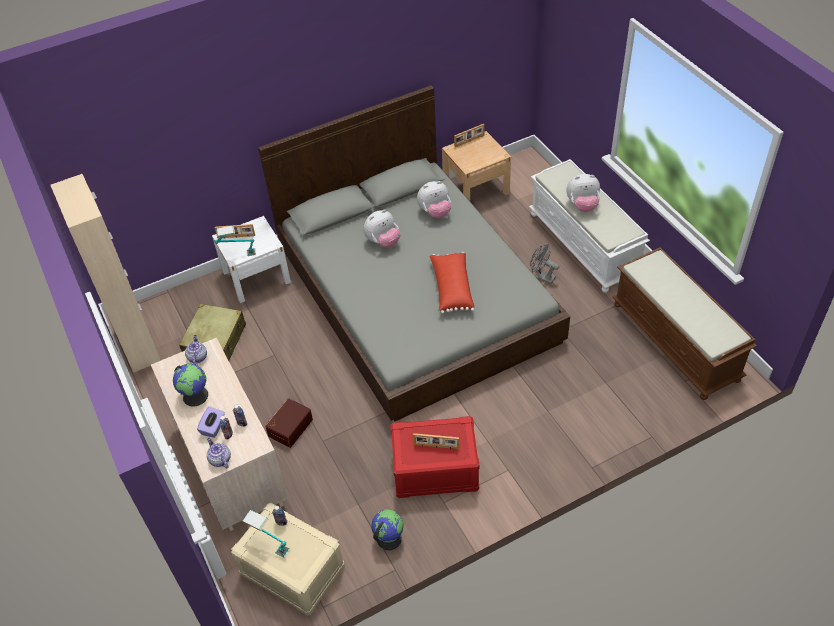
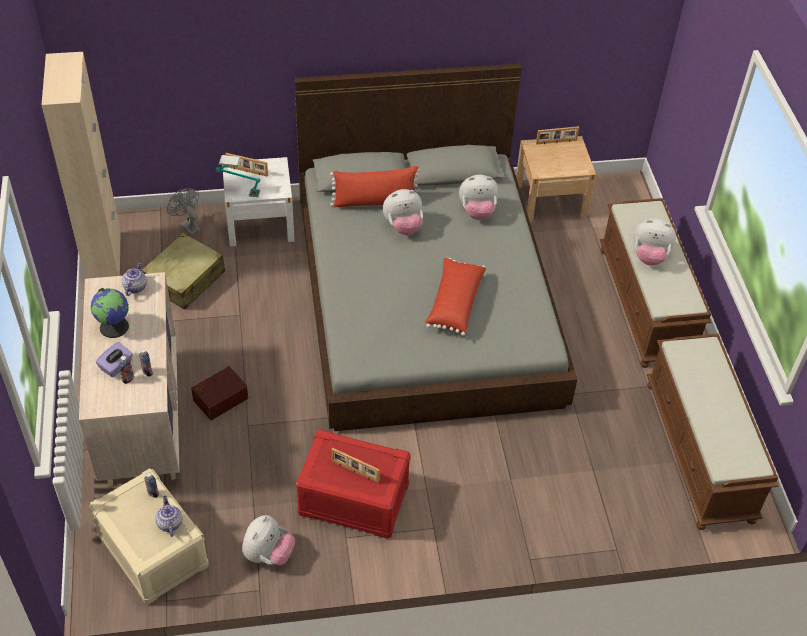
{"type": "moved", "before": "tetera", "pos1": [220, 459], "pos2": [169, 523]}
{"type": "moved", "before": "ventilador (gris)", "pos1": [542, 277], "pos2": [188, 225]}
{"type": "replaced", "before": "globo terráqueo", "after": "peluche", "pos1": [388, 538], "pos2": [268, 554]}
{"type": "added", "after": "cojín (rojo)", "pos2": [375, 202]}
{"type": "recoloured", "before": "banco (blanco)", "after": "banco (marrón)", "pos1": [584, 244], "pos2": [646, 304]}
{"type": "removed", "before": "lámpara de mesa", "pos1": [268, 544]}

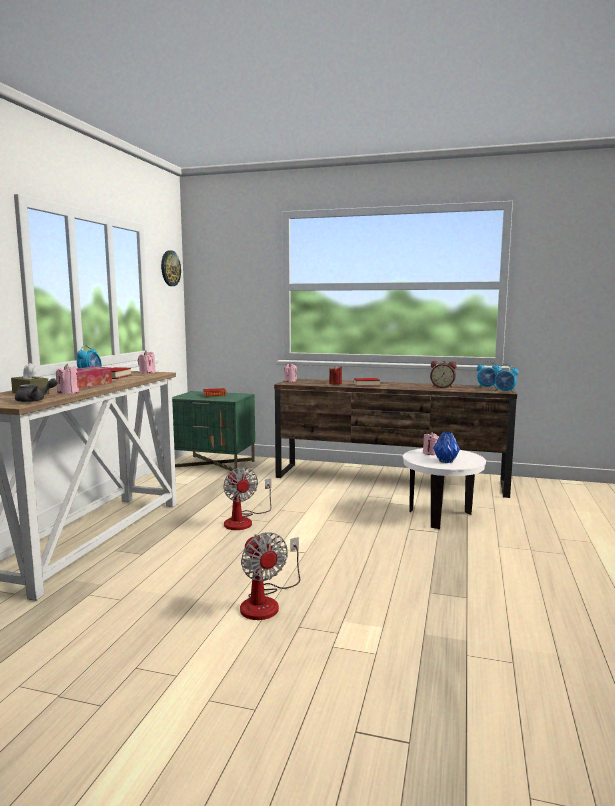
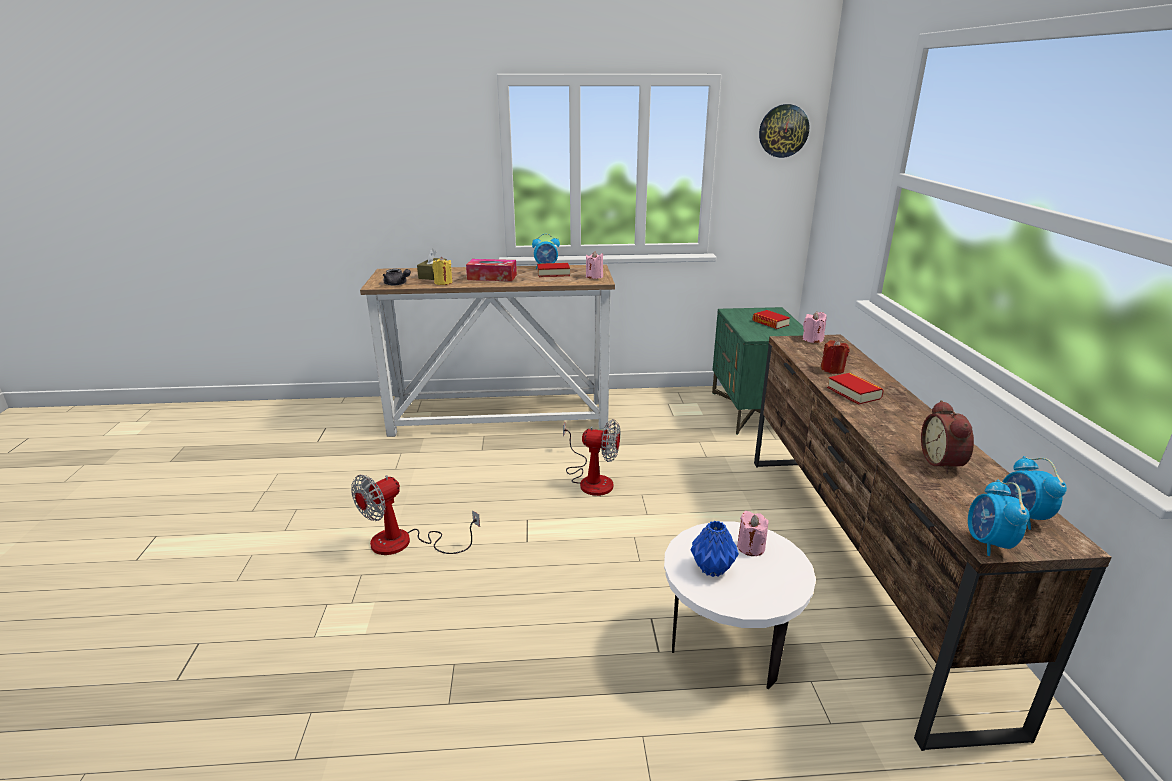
{"type": "recoloured", "before": "vela (rosa)", "after": "vela (amarillo)", "pos1": [68, 392], "pos2": [443, 282]}
{"type": "turned", "before": "ventilador", "pos1": [244, 521], "pos2": [591, 479], "turn": -120}

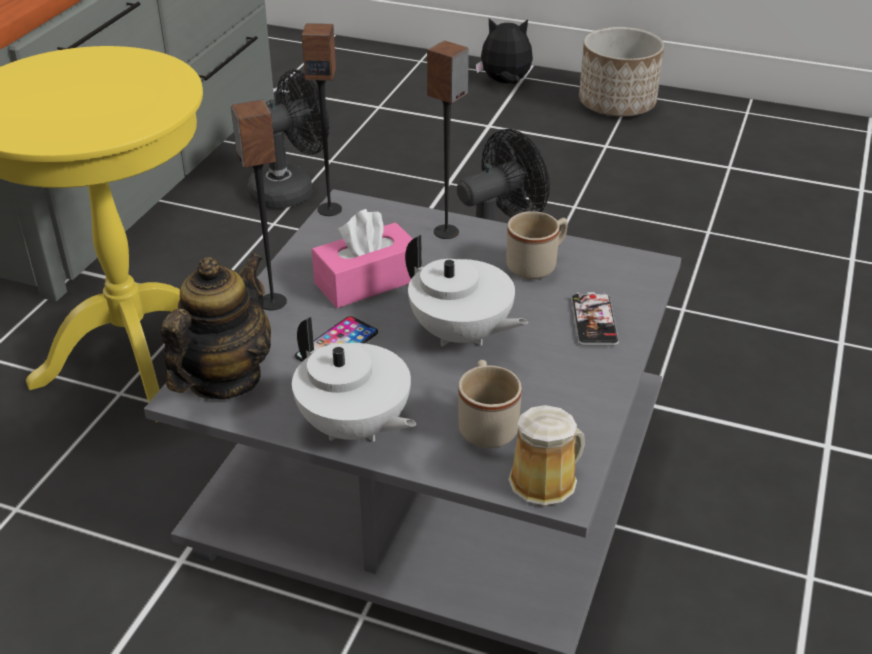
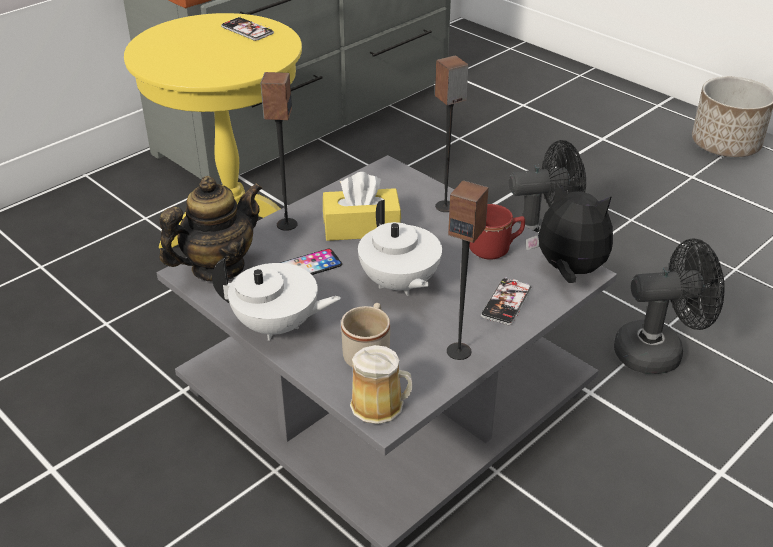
{"type": "turned", "before": "tetera (blanco)", "pos1": [354, 427], "pos2": [277, 326], "turn": -60}
{"type": "added", "after": "móvil", "pos2": [247, 30]}
{"type": "recoloured", "before": "caja de pañuelos (rosa)", "after": "caja de pañuelos (amarillo)", "pos1": [367, 281], "pos2": [361, 227]}
{"type": "moved", "before": "altavoz", "pos1": [329, 209], "pos2": [459, 351]}
{"type": "recoloured", "before": "taza grande (beis)", "after": "taza grande (rojo)", "pos1": [537, 265], "pos2": [495, 249]}
{"type": "moved", "before": "peluche", "pos1": [505, 83], "pos2": [568, 271]}
{"type": "moved", "before": "ventilador (negro)", "pos1": [291, 190], "pos2": [658, 351]}

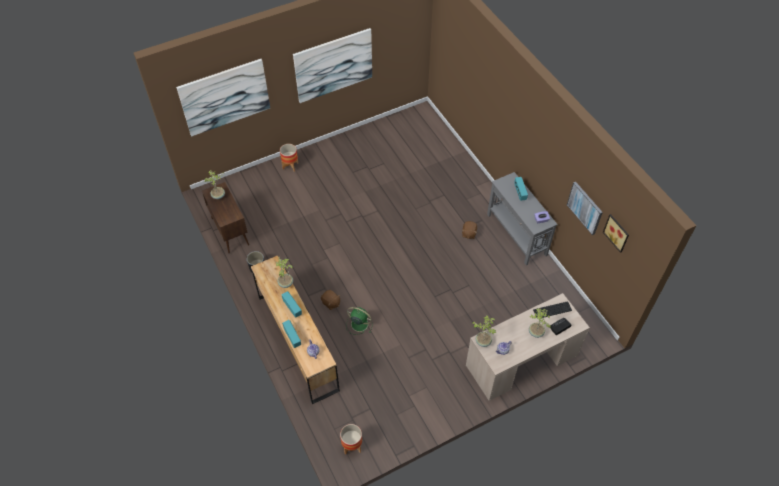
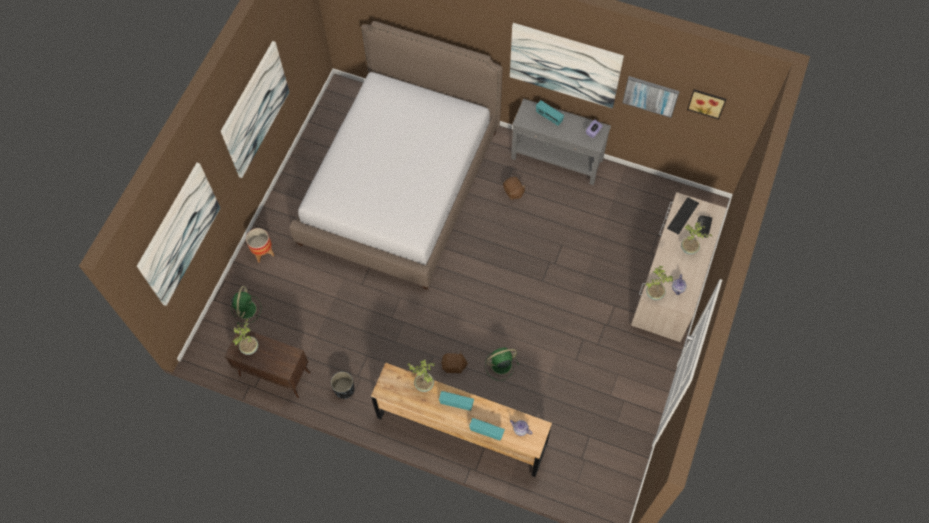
{"type": "added", "after": "ventilador (verde)", "pos2": [246, 308]}
{"type": "added", "after": "cama", "pos2": [400, 186]}
{"type": "added", "after": "cuadro", "pos2": [564, 65]}
{"type": "removed", "before": "maceta", "pos1": [352, 446]}

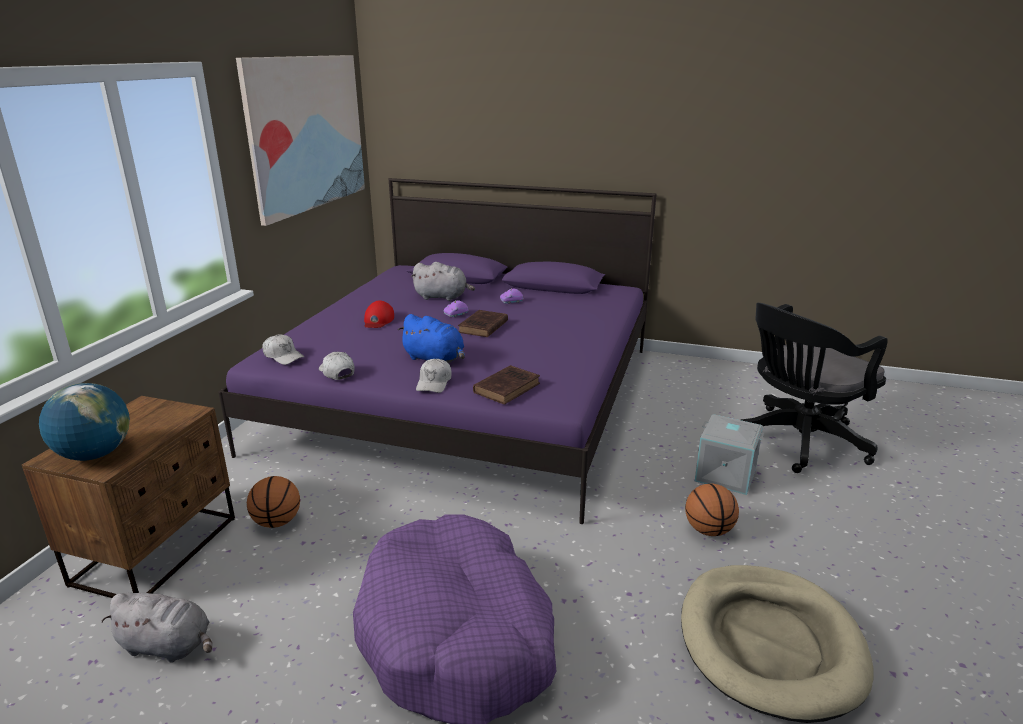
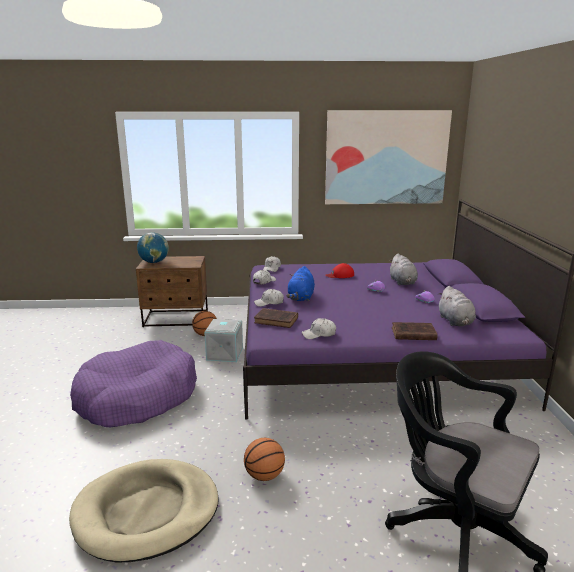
{"type": "moved", "before": "caja de almacenaje (gris)", "pos1": [724, 475], "pos2": [224, 353]}
{"type": "added", "after": "gorra (blanco)", "pos2": [319, 334]}
{"type": "moved", "before": "libro (marrón)", "pos1": [482, 327], "pos2": [412, 334]}
{"type": "moved", "before": "peluche (gris)", "pos1": [169, 646], "pos2": [455, 322]}

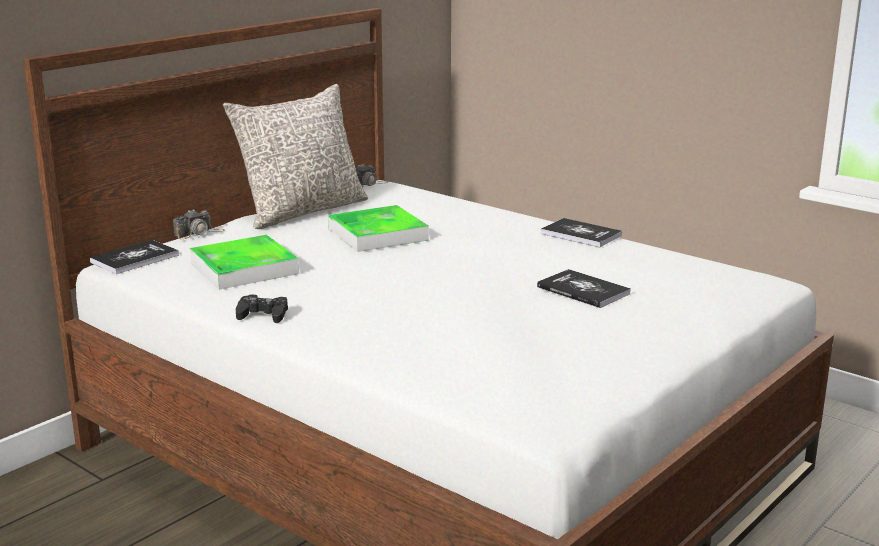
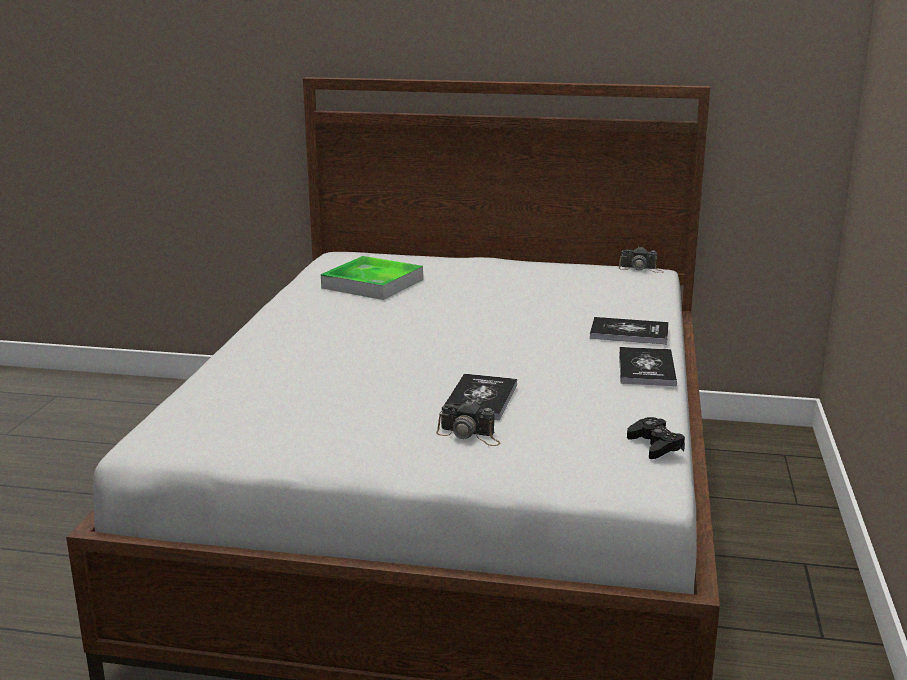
{"type": "moved", "before": "cámara", "pos1": [199, 233], "pos2": [469, 435]}
{"type": "moved", "before": "libro", "pos1": [135, 259], "pos2": [629, 332]}
{"type": "moved", "before": "mando de consola (negro)", "pos1": [263, 315], "pos2": [655, 445]}
{"type": "removed", "before": "cojín (gris)", "pos1": [302, 211]}
{"type": "removed", "before": "bandeja", "pos1": [378, 234]}

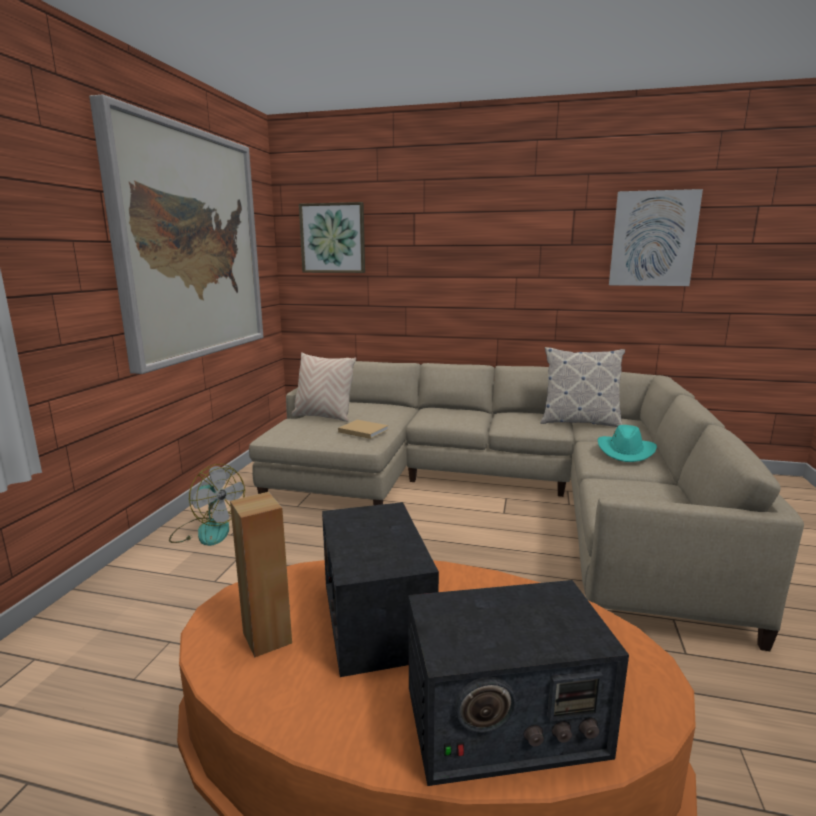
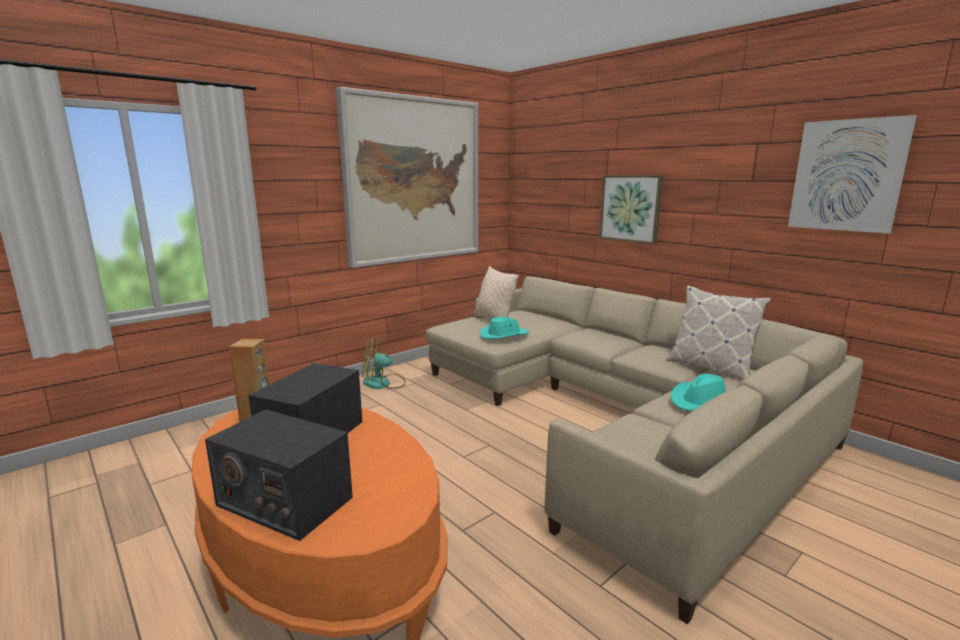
{"type": "turned", "before": "ventilador", "pos1": [207, 530], "pos2": [383, 383], "turn": 105}
{"type": "replaced", "before": "libro (beis)", "after": "sombrero (turquesa)", "pos1": [362, 430], "pos2": [504, 335]}
{"type": "moved", "before": "cuadro", "pos1": [333, 238], "pos2": [630, 208]}

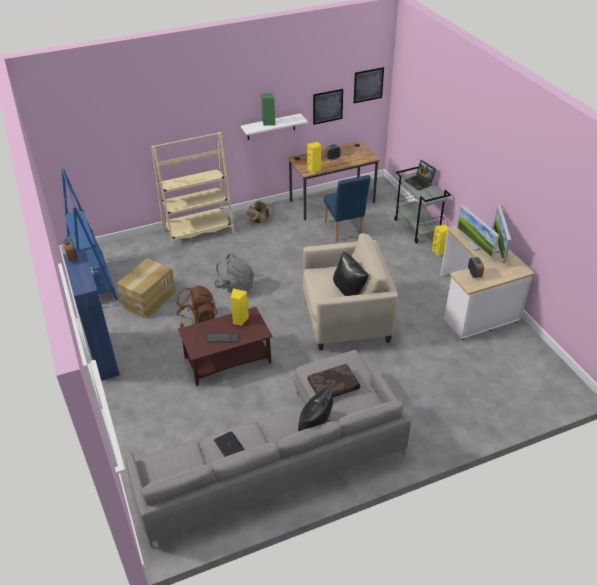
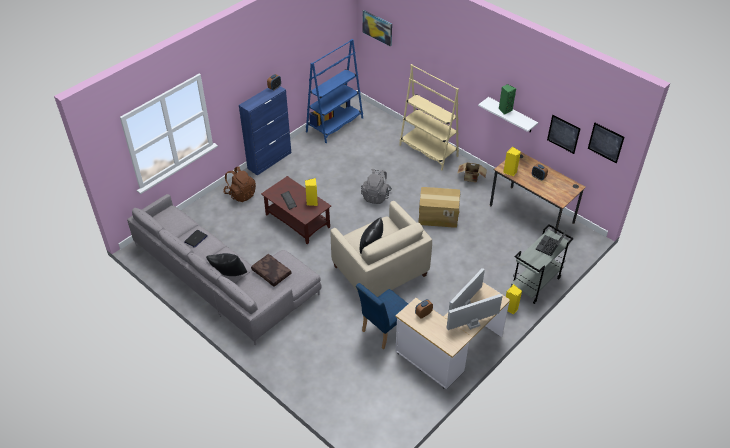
{"type": "moved", "before": "mochila (marrón)", "pos1": [197, 320], "pos2": [240, 194]}
{"type": "moved", "before": "silla (azul)", "pos1": [344, 230], "pos2": [383, 331]}
{"type": "added", "after": "cuadro", "pos2": [377, 27]}
{"type": "moved", "before": "caja de cartón", "pos1": [149, 299], "pos2": [438, 216]}

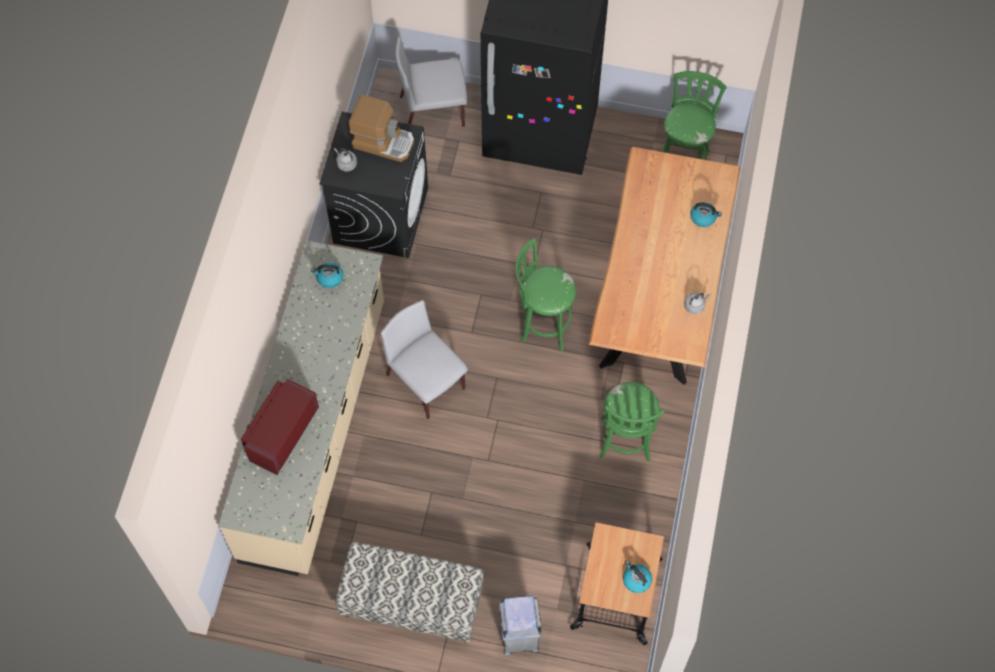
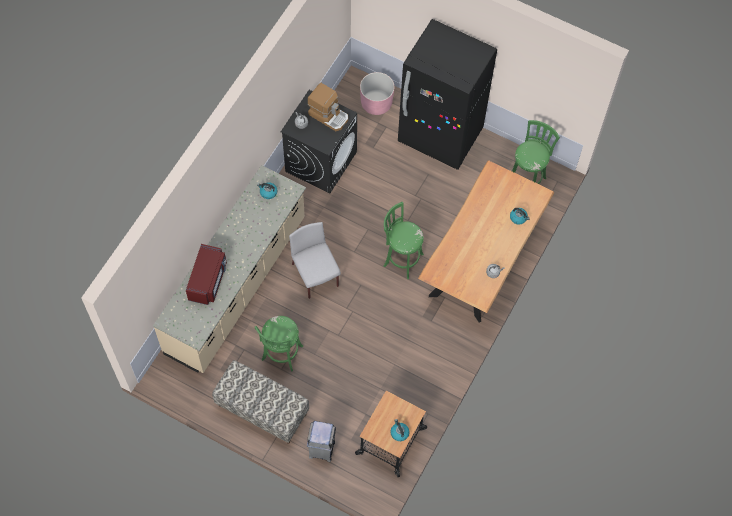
{"type": "turned", "before": "microondas (rojo)", "pos1": [281, 433], "pos2": [208, 280], "turn": 150}
{"type": "moved", "before": "taburete (verde)", "pos1": [625, 442], "pos2": [281, 355]}
{"type": "replaced", "before": "silla (gris)", "after": "maceta (rosa)", "pos1": [433, 111], "pos2": [376, 103]}

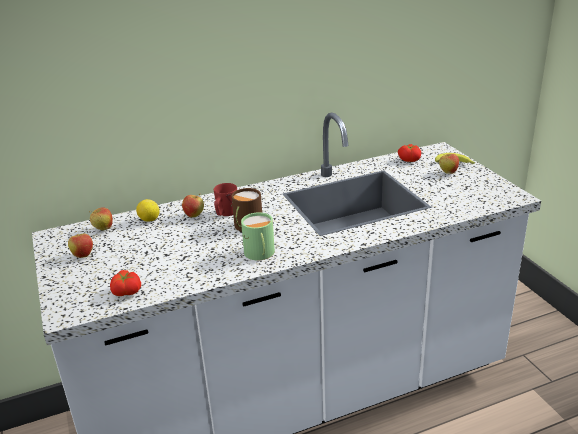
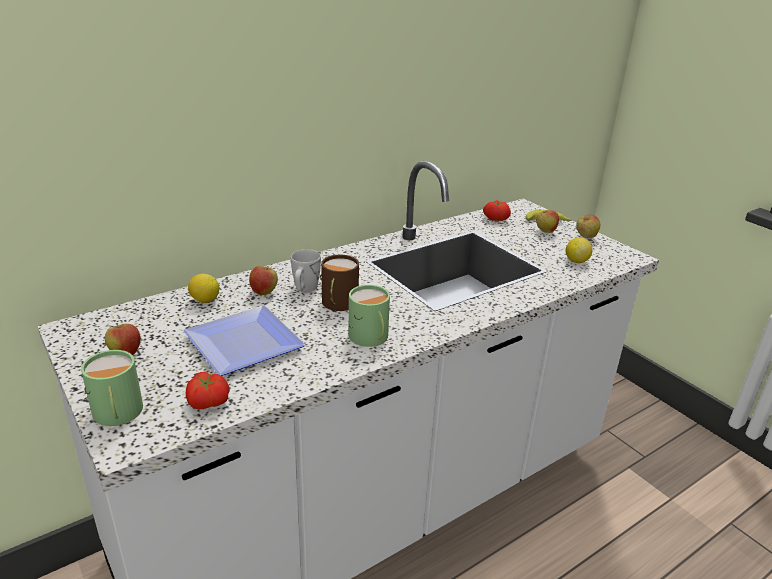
{"type": "added", "after": "taza grande (verde)", "pos2": [117, 413]}
{"type": "added", "after": "plato", "pos2": [242, 346]}
{"type": "recoloured", "before": "taza grande (rojo)", "after": "taza grande (blanco)", "pos1": [225, 214], "pos2": [304, 289]}
{"type": "added", "after": "limón", "pos2": [576, 261]}
{"type": "moved", "before": "manzana", "pos1": [103, 229], "pos2": [585, 237]}

